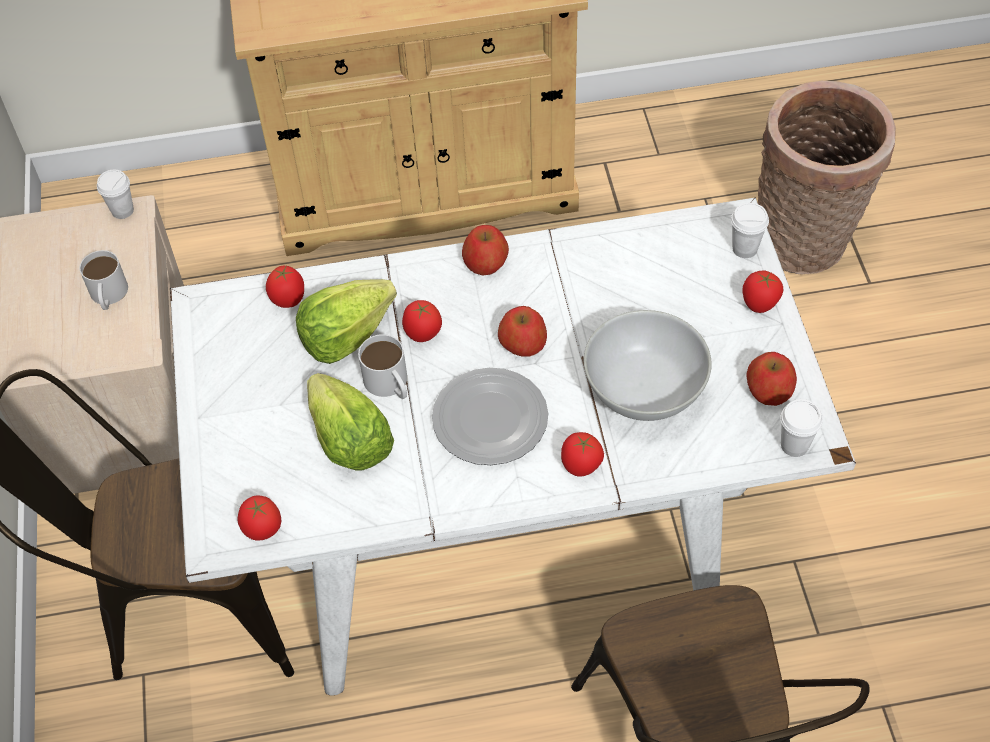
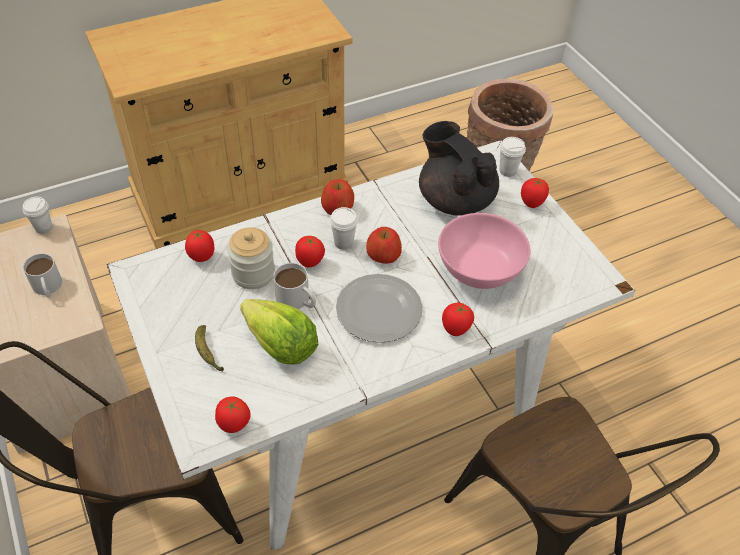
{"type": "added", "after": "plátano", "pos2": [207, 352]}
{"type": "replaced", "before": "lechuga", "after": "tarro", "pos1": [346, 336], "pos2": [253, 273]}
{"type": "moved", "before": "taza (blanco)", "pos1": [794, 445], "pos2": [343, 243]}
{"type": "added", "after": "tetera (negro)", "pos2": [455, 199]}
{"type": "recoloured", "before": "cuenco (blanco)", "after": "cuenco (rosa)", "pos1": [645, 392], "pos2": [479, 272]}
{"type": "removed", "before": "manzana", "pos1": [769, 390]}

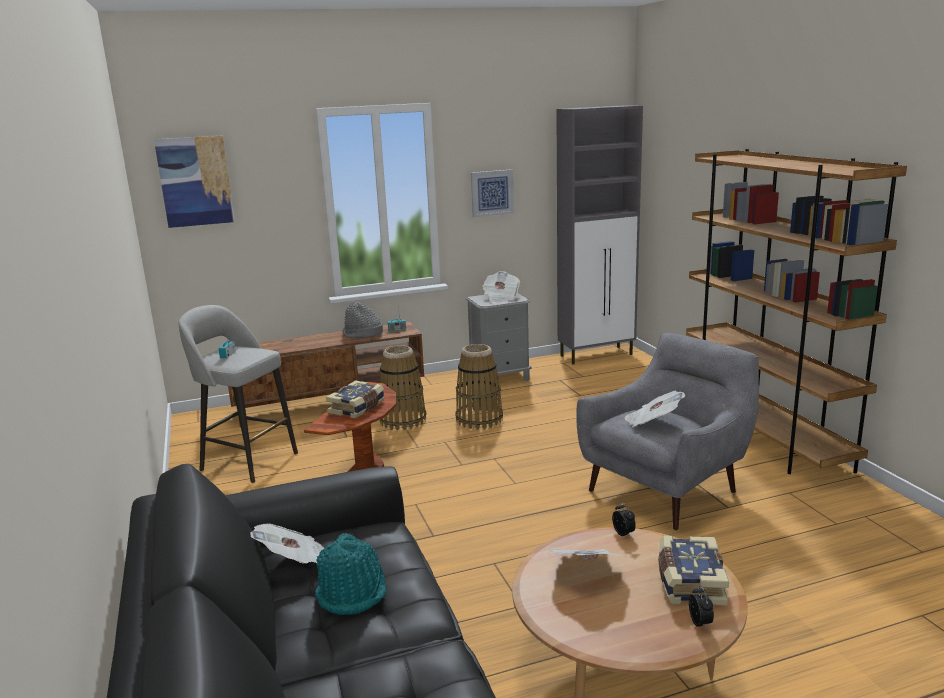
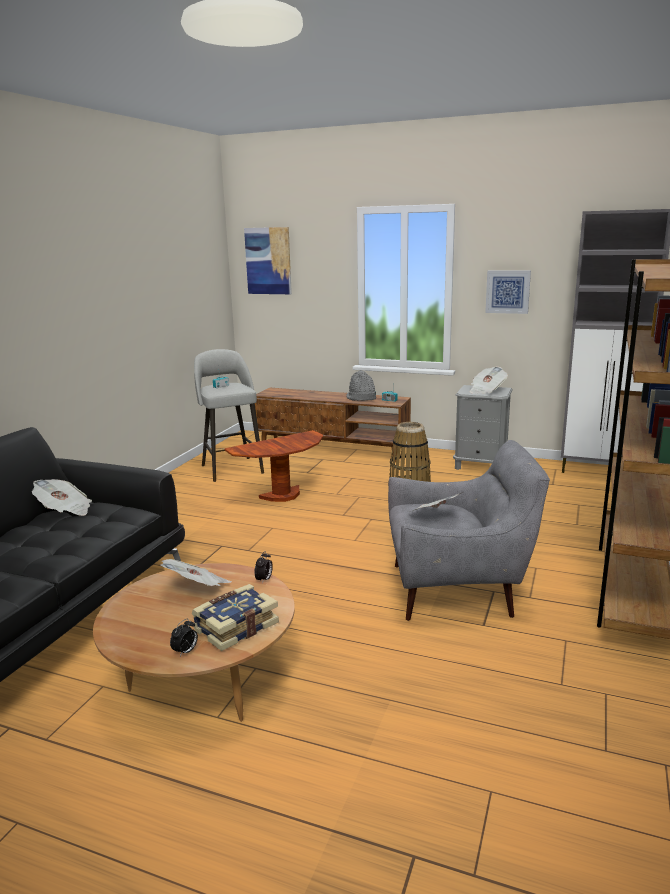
{"type": "removed", "before": "sombrero (turquesa)", "pos1": [352, 592]}
{"type": "removed", "before": "libro", "pos1": [357, 408]}
{"type": "removed", "before": "cesta", "pos1": [403, 420]}

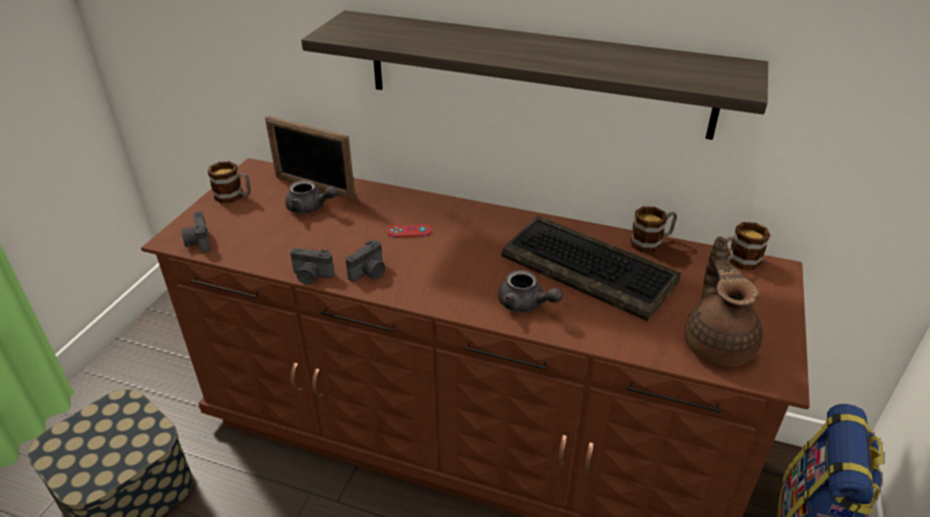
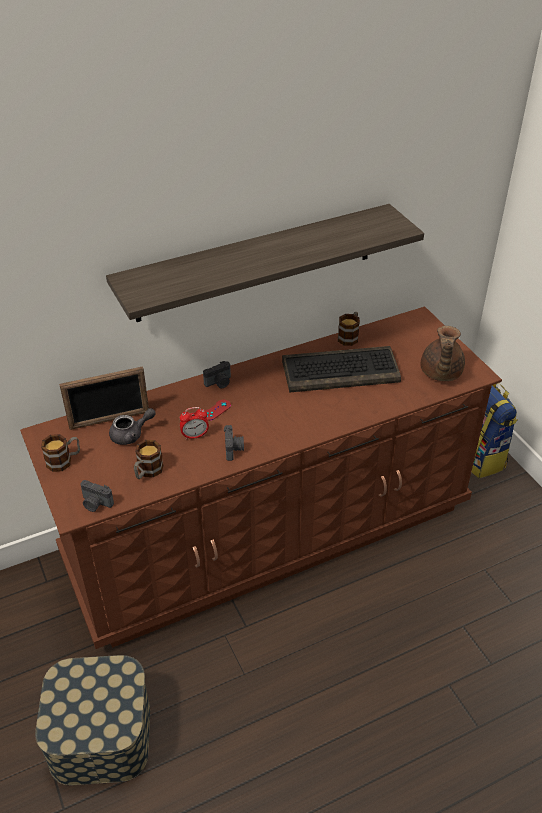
{"type": "moved", "before": "taza grande", "pos1": [737, 261], "pos2": [147, 472]}
{"type": "added", "after": "despertador", "pos2": [195, 436]}
{"type": "moved", "before": "cámara", "pos1": [311, 276], "pos2": [219, 383]}
{"type": "turned", "before": "tetera (marrón)", "pos1": [718, 343], "pos2": [440, 373], "turn": -120}
{"type": "removed", "before": "tetera (gris)", "pos1": [525, 304]}

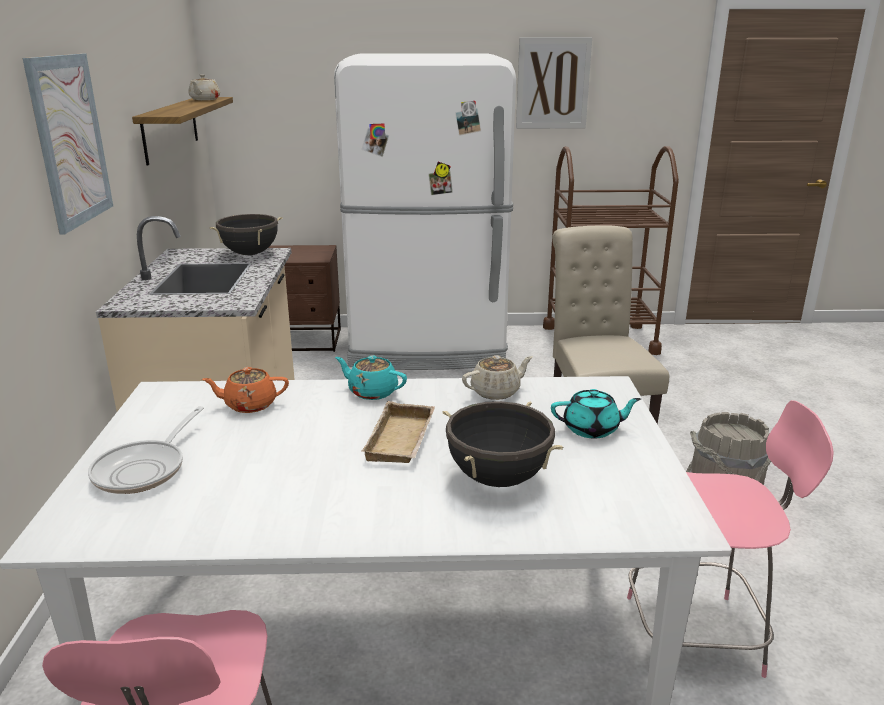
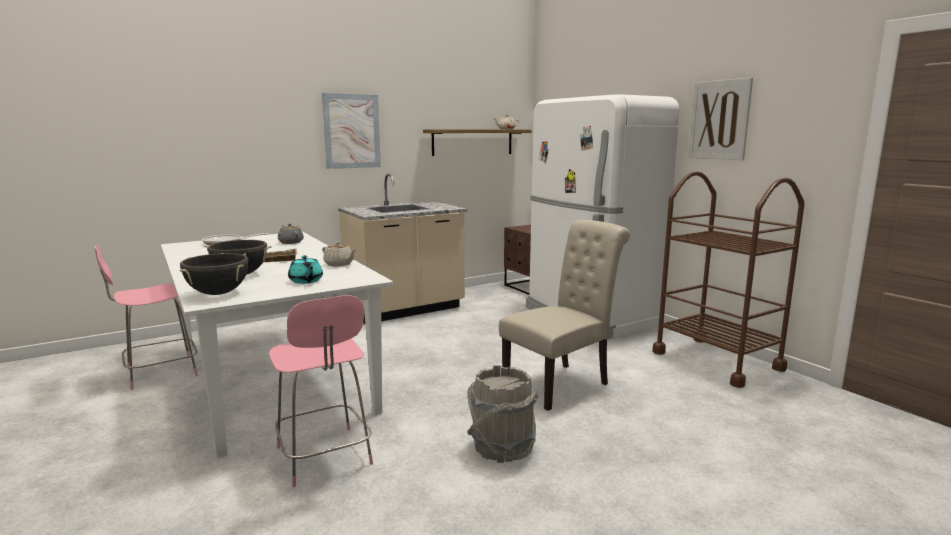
{"type": "moved", "before": "olla (negro)", "pos1": [250, 254], "pos2": [218, 293]}
{"type": "recoloured", "before": "tetera (naranja)", "after": "tetera (gris)", "pos1": [249, 405], "pos2": [290, 242]}
{"type": "removed", "before": "tetera (turquesa)", "pos1": [372, 392]}

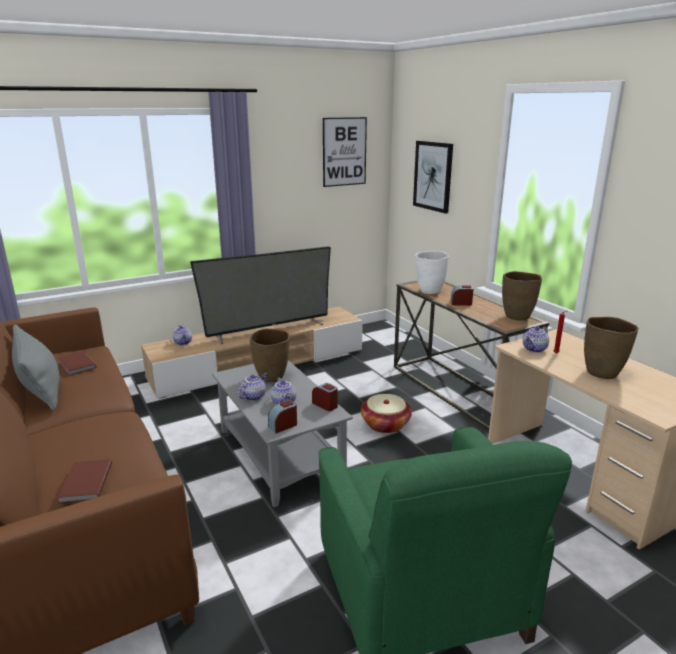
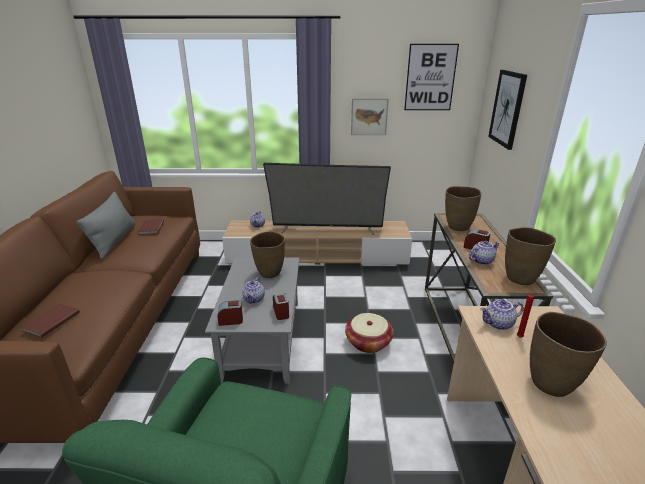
{"type": "added", "after": "cuadro", "pos2": [369, 116]}
{"type": "recoloured", "before": "florero (blanco)", "after": "florero (marrón)", "pos1": [430, 291], "pos2": [458, 227]}
{"type": "moved", "before": "tetera", "pos1": [253, 396], "pos2": [481, 260]}

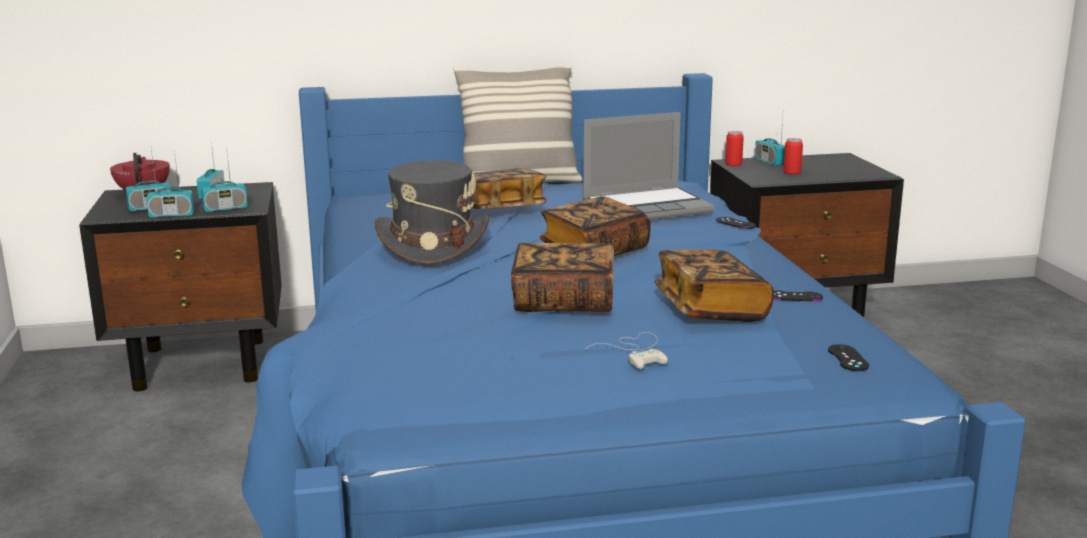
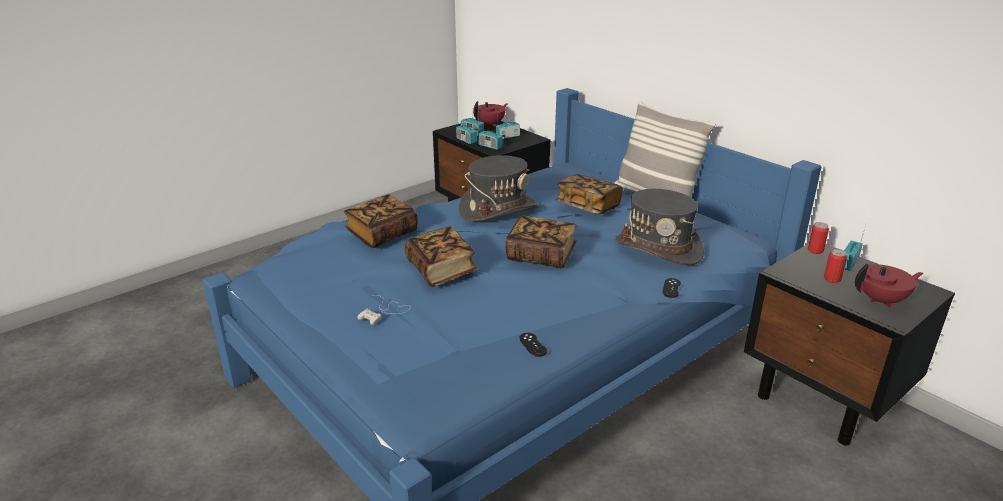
{"type": "moved", "before": "libro", "pos1": [710, 309], "pos2": [382, 234]}
{"type": "replaced", "before": "portátil", "after": "sombrero (gris)", "pos1": [647, 207], "pos2": [658, 248]}
{"type": "added", "after": "tetera (rojo)", "pos2": [882, 300]}
{"type": "removed", "before": "mando de consola (negro)", "pos1": [848, 358]}

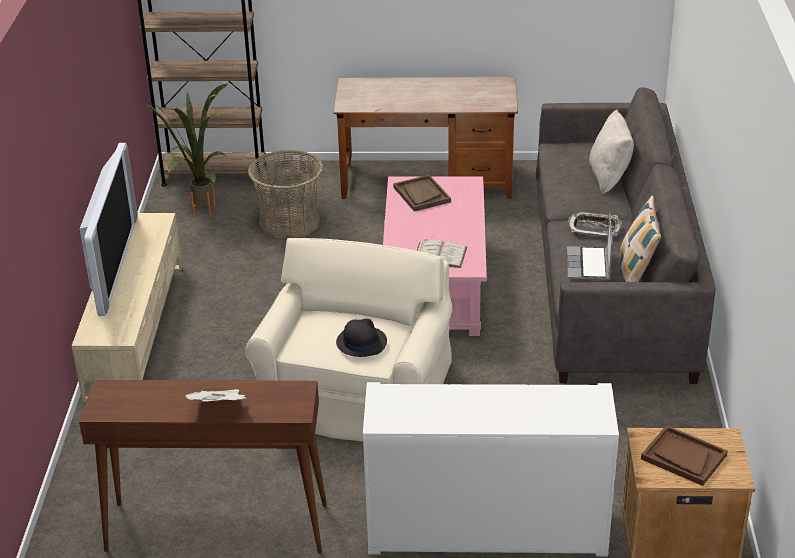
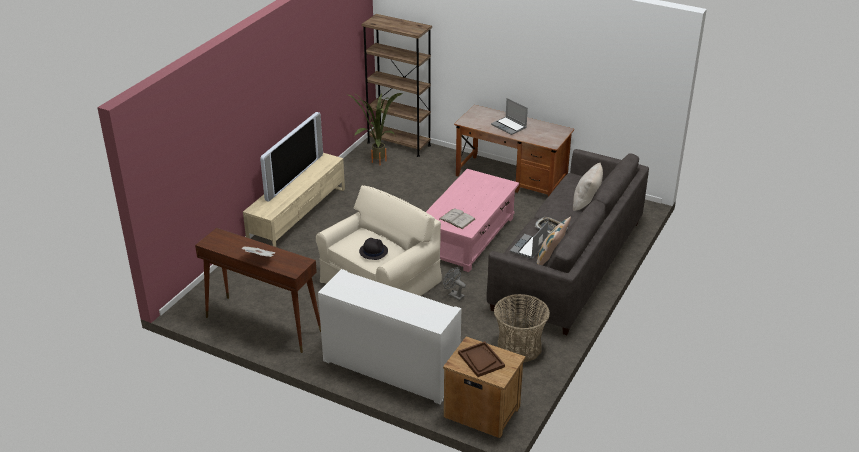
{"type": "added", "after": "ventilador (gris)", "pos2": [454, 295]}
{"type": "added", "after": "portátil", "pos2": [509, 126]}
{"type": "moved", "before": "cesta", "pos1": [289, 222], "pos2": [519, 347]}
{"type": "removed", "before": "bandeja (marrón)", "pos1": [421, 194]}

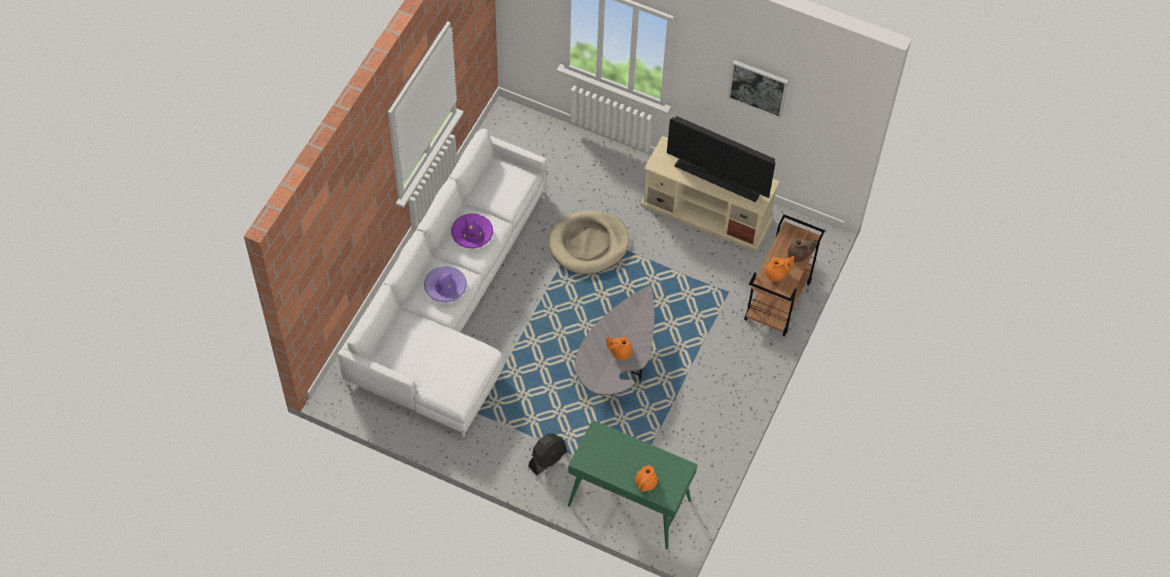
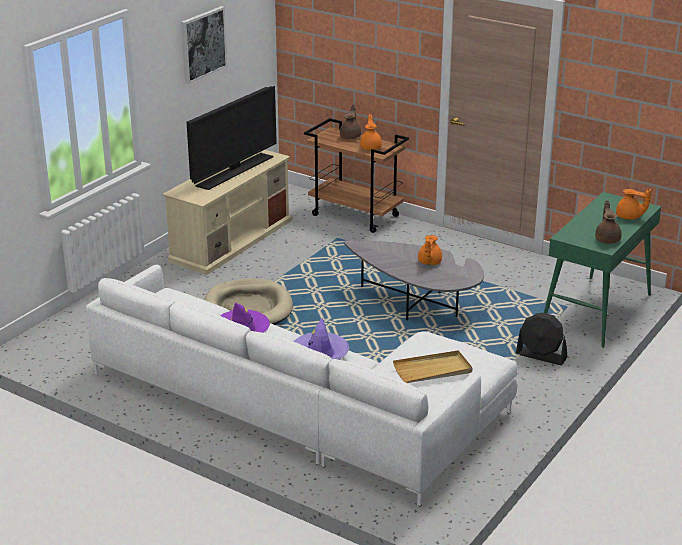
{"type": "added", "after": "bandeja (beis)", "pos2": [433, 370]}
{"type": "turned", "before": "ventilador (negro)", "pos1": [548, 459], "pos2": [541, 356], "turn": 150}
{"type": "added", "after": "tetera (marrón)", "pos2": [607, 239]}

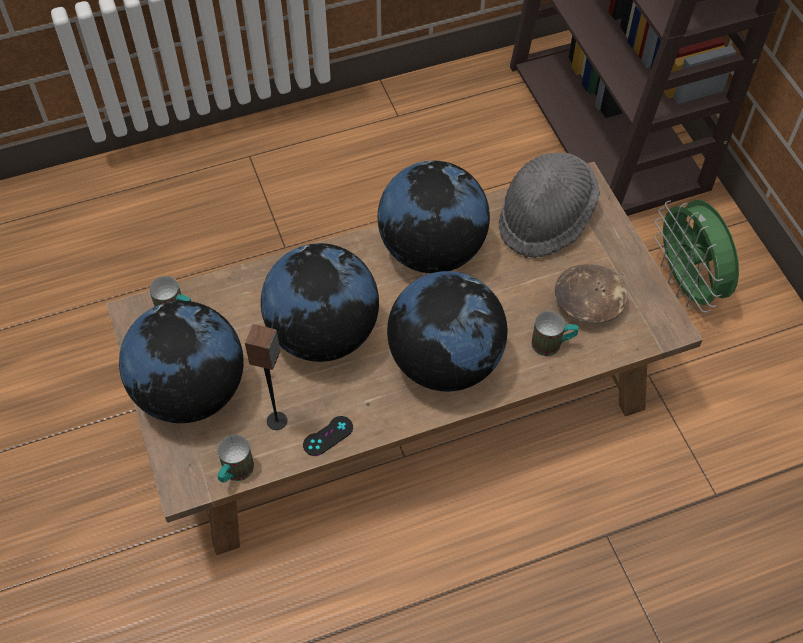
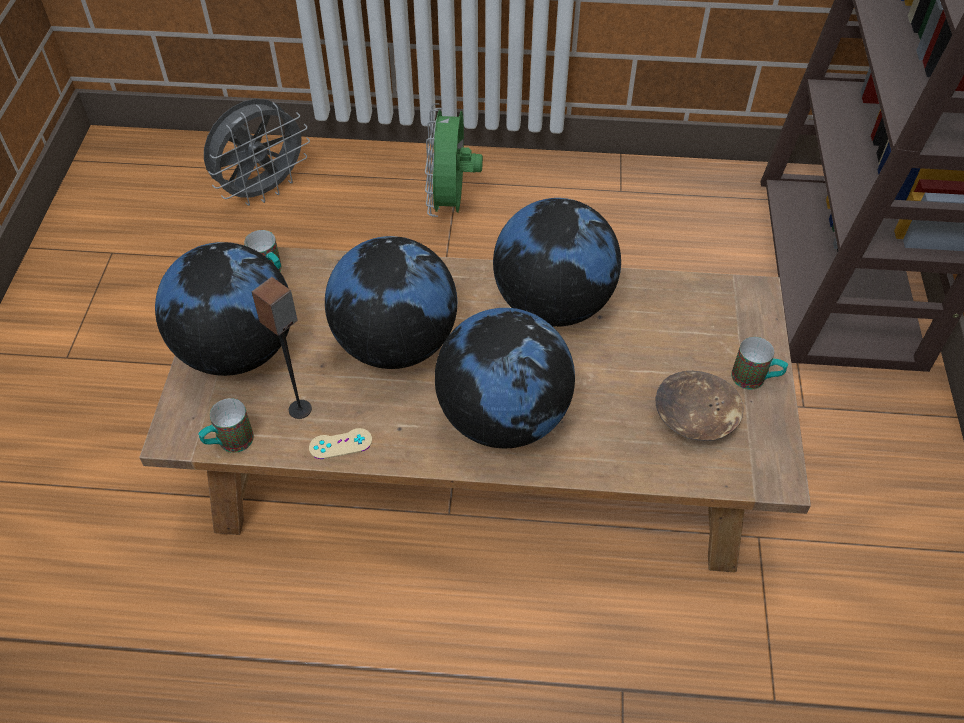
{"type": "added", "after": "ventilador (gris)", "pos2": [263, 190]}
{"type": "recoloured", "before": "mando de consola (negro)", "after": "mando de consola (beis)", "pos1": [328, 436], "pos2": [340, 444]}
{"type": "moved", "before": "ventilador (verde)", "pos1": [687, 286], "pos2": [450, 204]}
{"type": "moved", "before": "taza grande", "pos1": [552, 344], "pos2": [755, 379]}
{"type": "removed", "before": "sombrero (gris)", "pos1": [545, 218]}

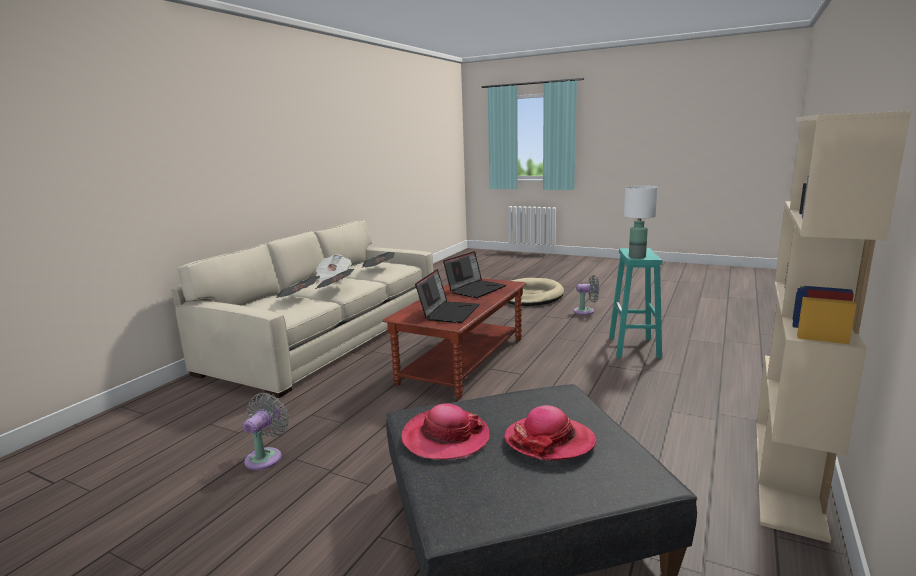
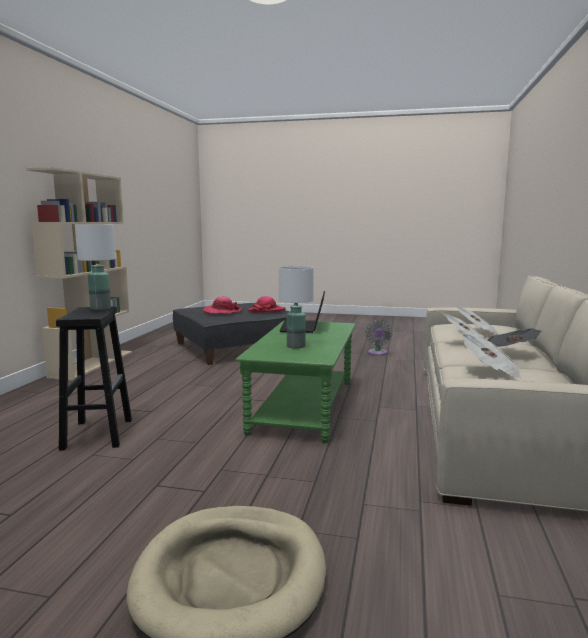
{"type": "recoloured", "before": "taburete (turquesa)", "after": "taburete (negro)", "pos1": [634, 348], "pos2": [98, 433]}
{"type": "recoloured", "before": "mesa de centro (marrón)", "after": "mesa de centro (verde)", "pos1": [463, 360], "pos2": [303, 406]}
{"type": "replaced", "before": "portátil", "after": "lámpara de mesa (blanco)", "pos1": [475, 289], "pos2": [296, 346]}
{"type": "removed", "before": "ventilador (gris)", "pos1": [586, 311]}

